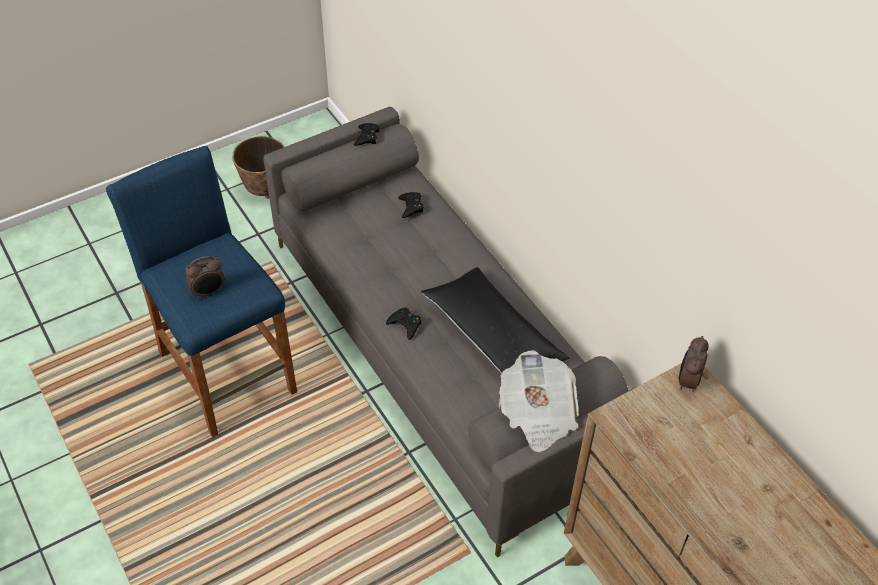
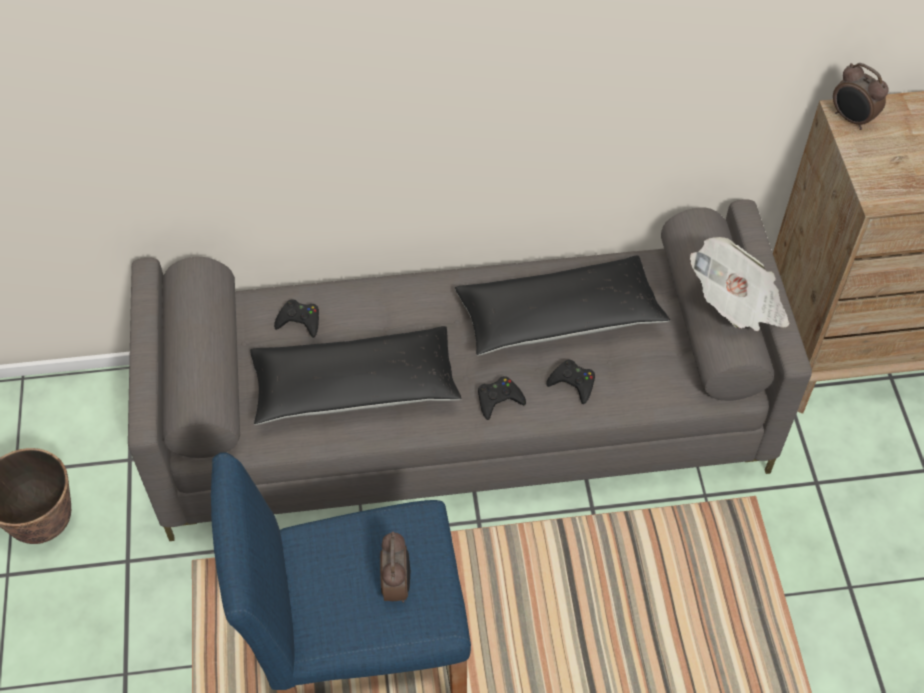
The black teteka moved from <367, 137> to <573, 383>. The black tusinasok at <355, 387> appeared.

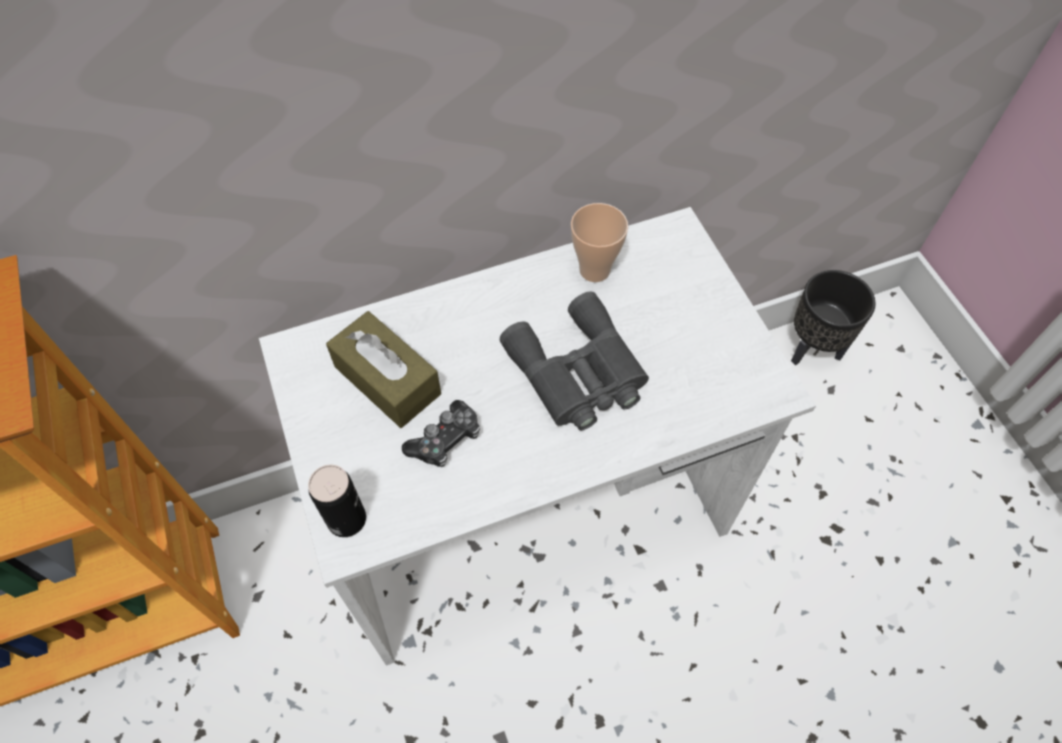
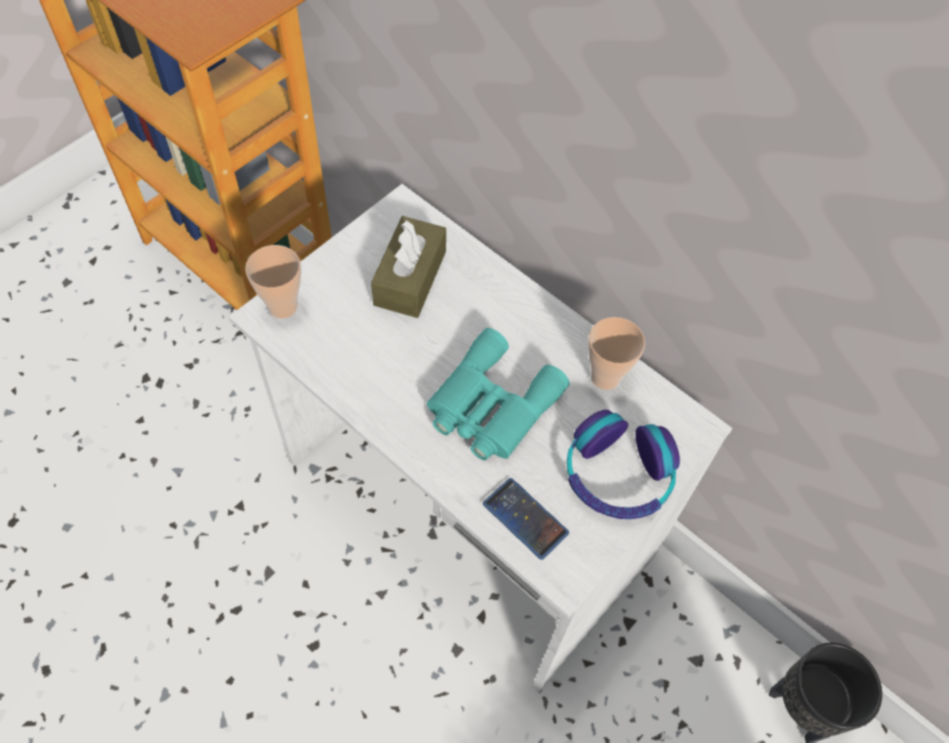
The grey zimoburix at <578, 374> became the turquoise zimoburix at <490, 406>. The teteka at <445, 440> disappeared. The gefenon at <346, 519> was replaced by the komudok at <282, 306>. The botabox at <617, 475> appeared. The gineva at <525, 518> appeared.

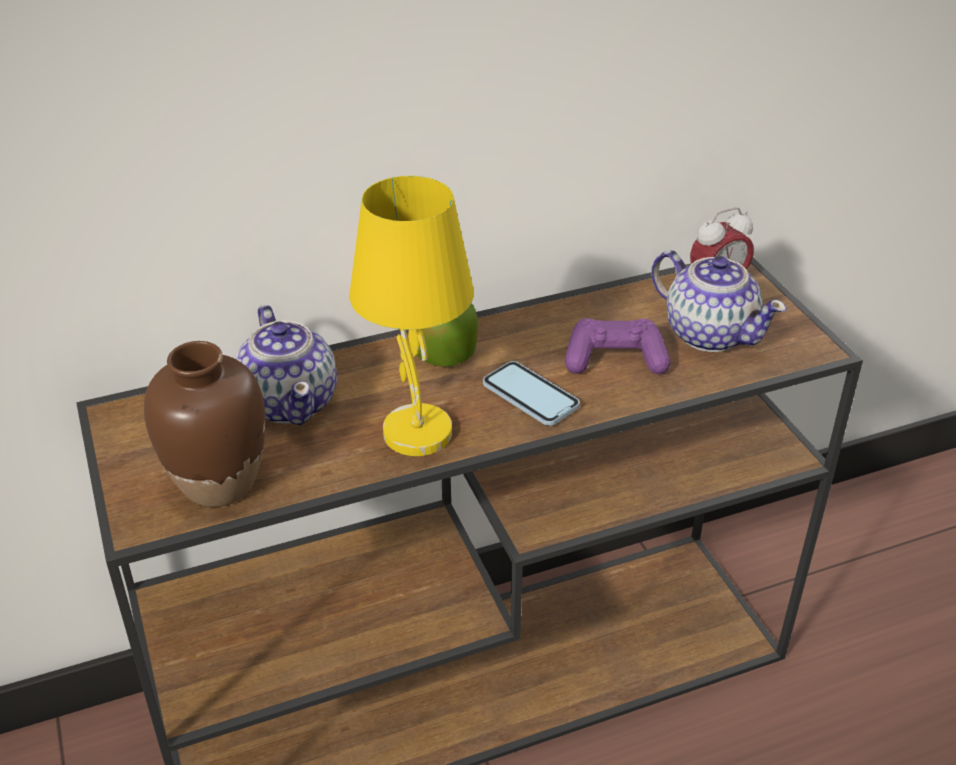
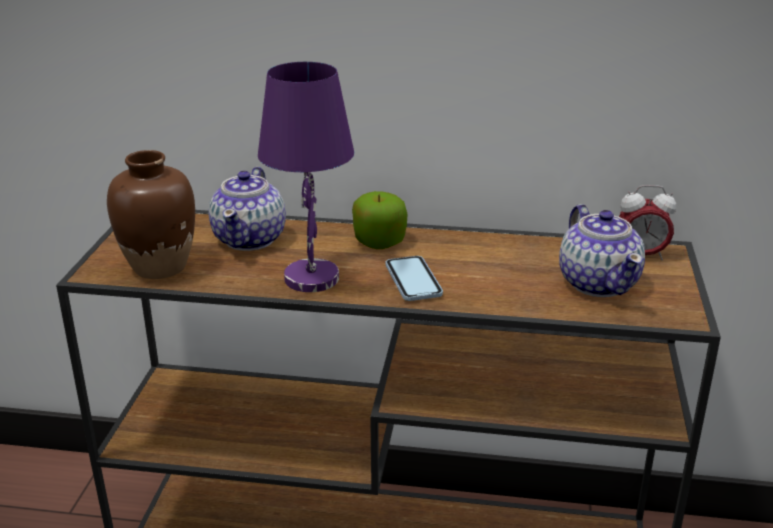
The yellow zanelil at <415, 432> became the purple zanelil at <311, 277>. The purple teteka at <615, 359> disappeared.

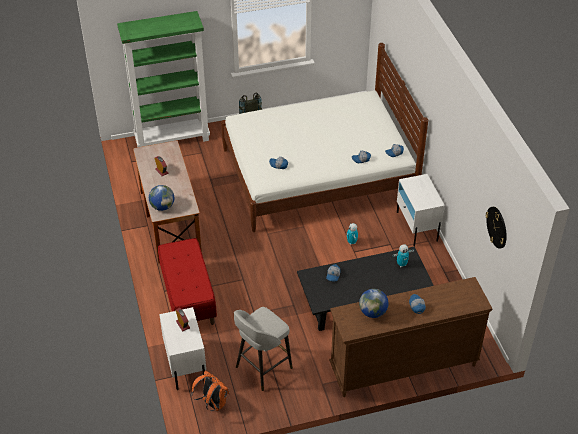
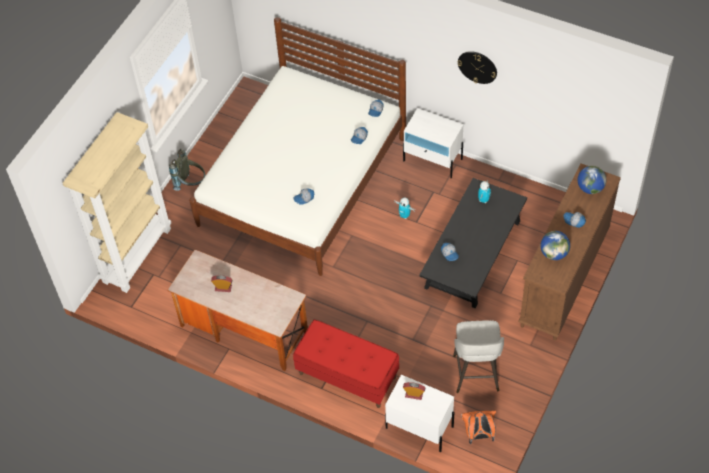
The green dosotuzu at <173, 139> became the beige dosotuzu at <137, 254>. The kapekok moved from <162, 206> to <590, 188>. The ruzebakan moved from <497, 227> to <477, 67>.

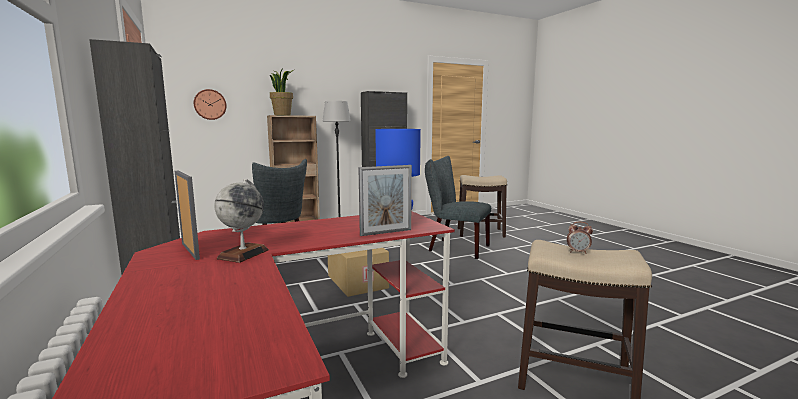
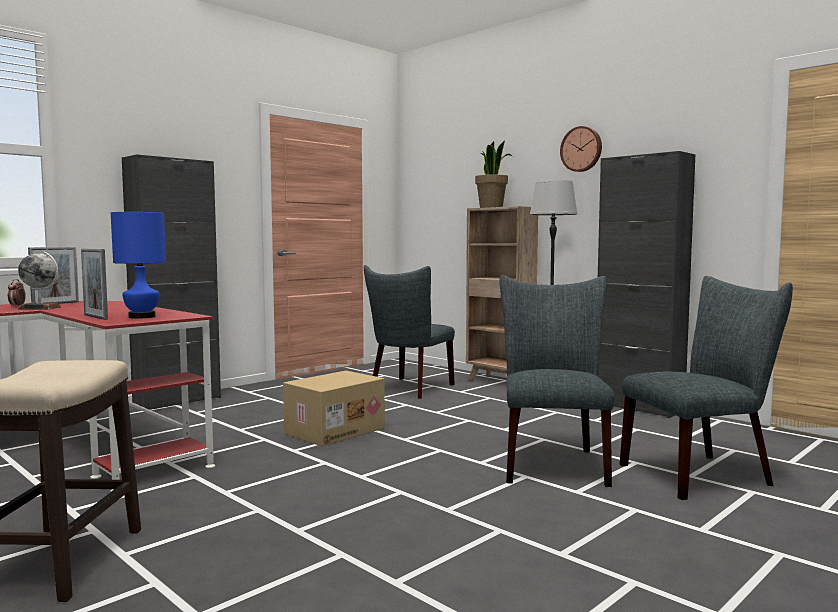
The ruzebakan moved from <210, 104> to <582, 149>. The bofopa at <481, 232> was replaced by the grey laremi at <703, 474>. The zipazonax moved from <578, 252> to <17, 306>.

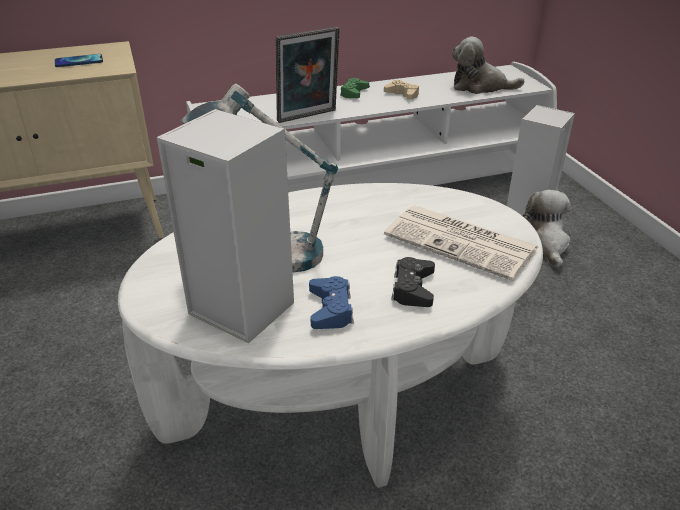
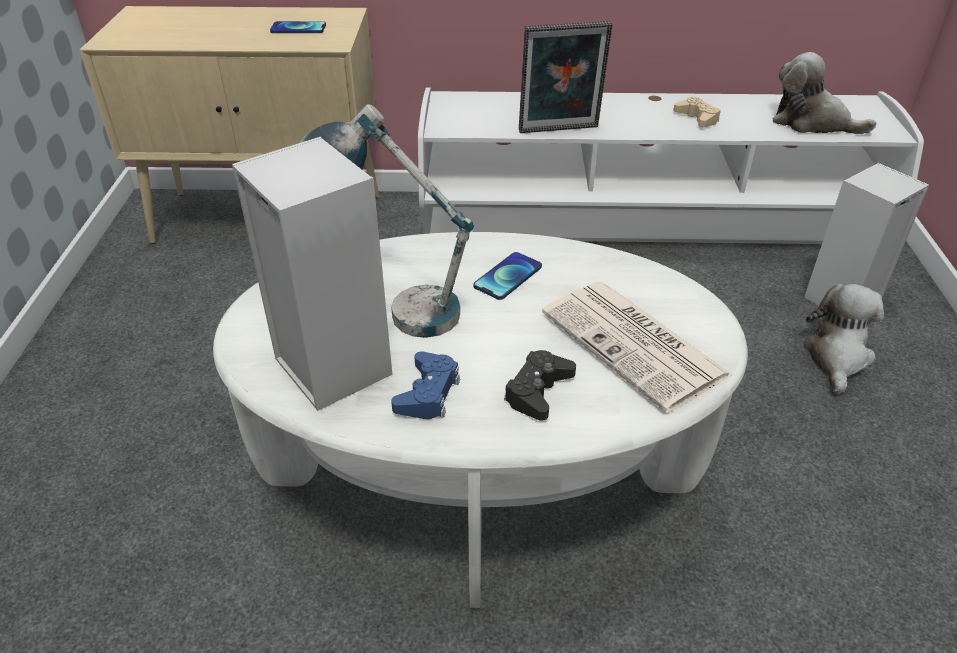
The green teteka at <354, 93> disappeared. The gineva at <508, 277> appeared.

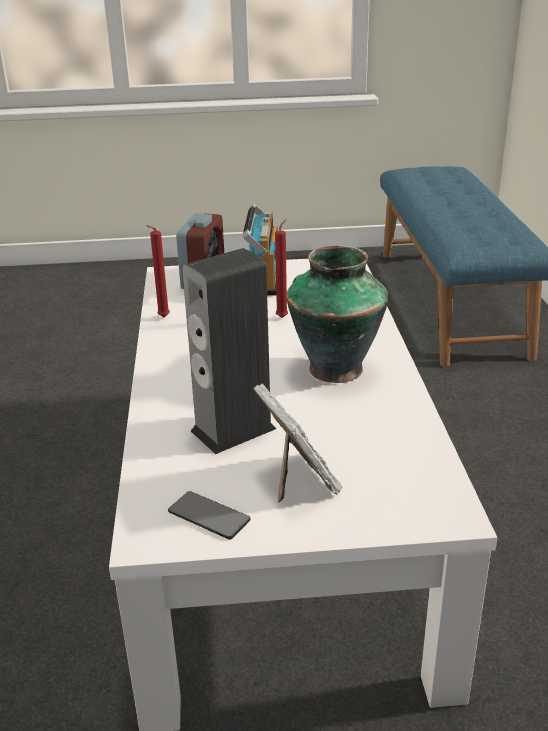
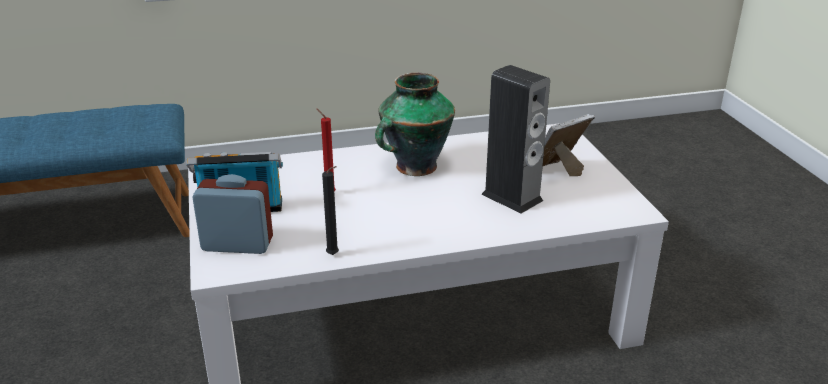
The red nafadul at <162, 318> became the black nafadul at <334, 255>. The gineva at <209, 516> disappeared.

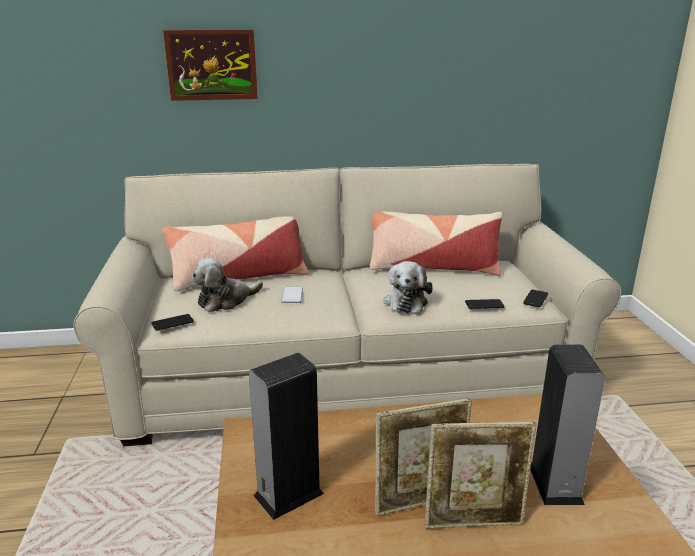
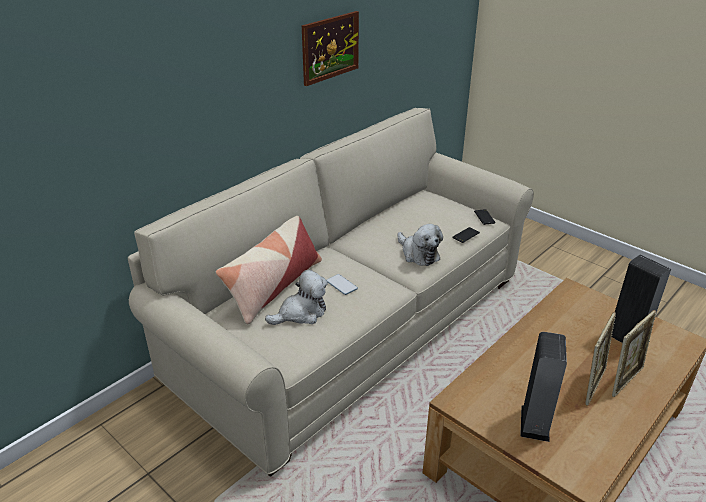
The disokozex moved from <212, 65> to <330, 47>. The tusinasok at <433, 267> disappeared. The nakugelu at <225, 301> turned 135 degrees counterclockwise. The gineva at <172, 323> disappeared.

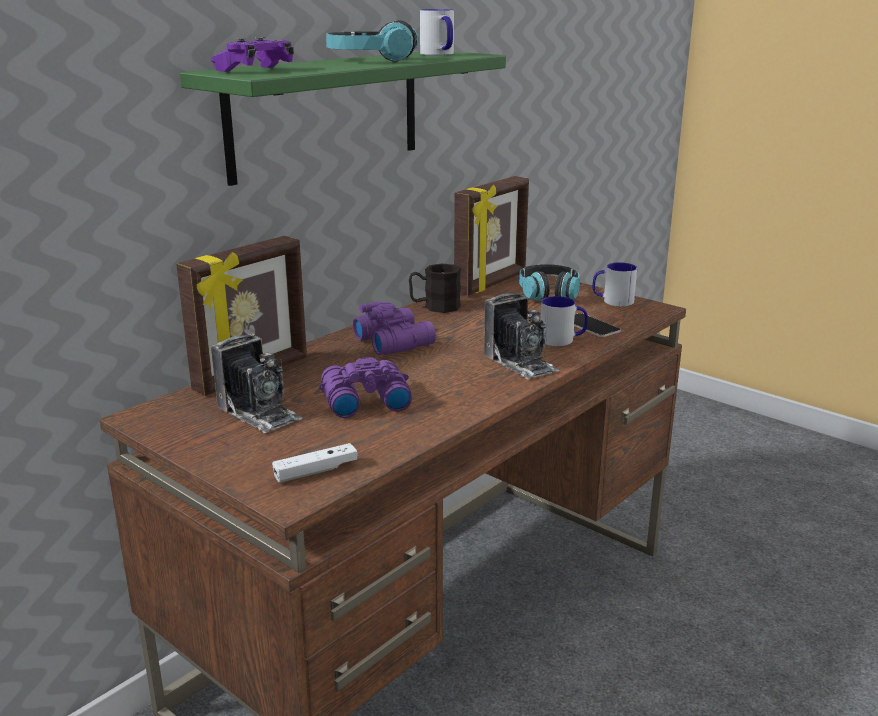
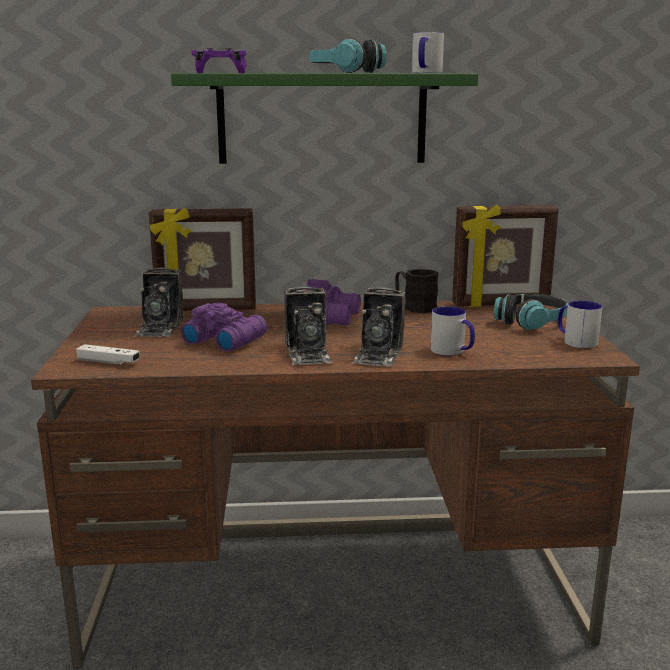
The gineva at <590, 326> disappeared. The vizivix at <308, 353> appeared.

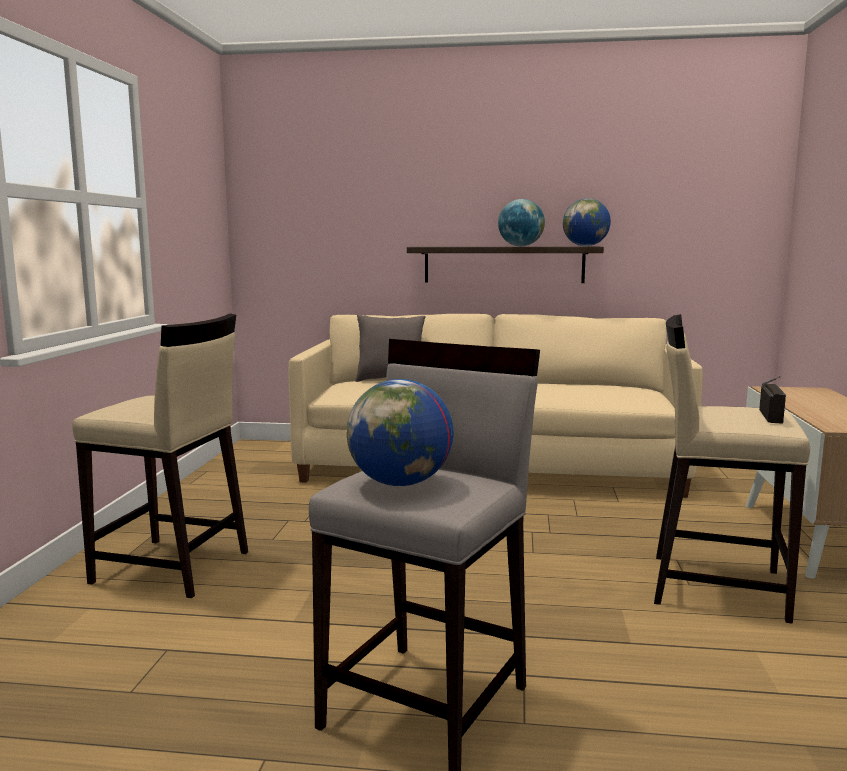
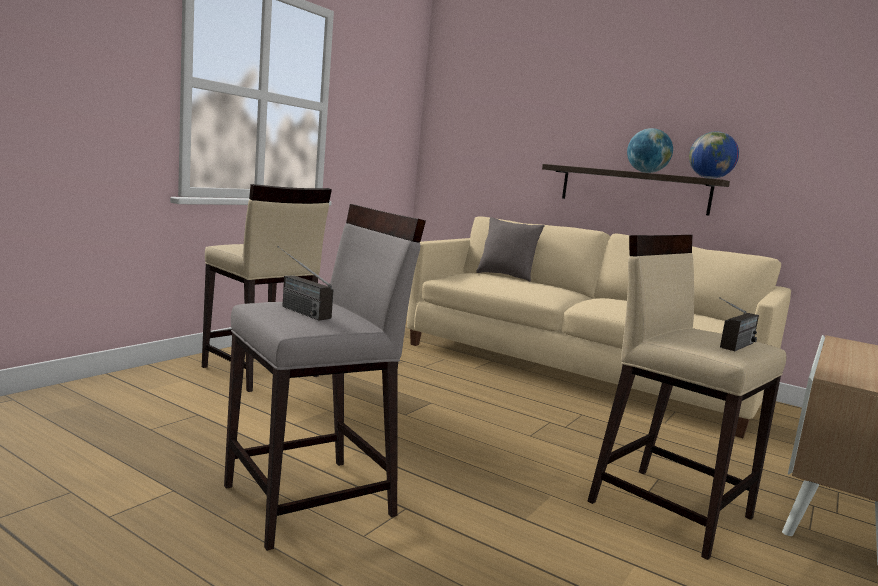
The kapekok at <400, 483> was replaced by the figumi at <294, 309>.

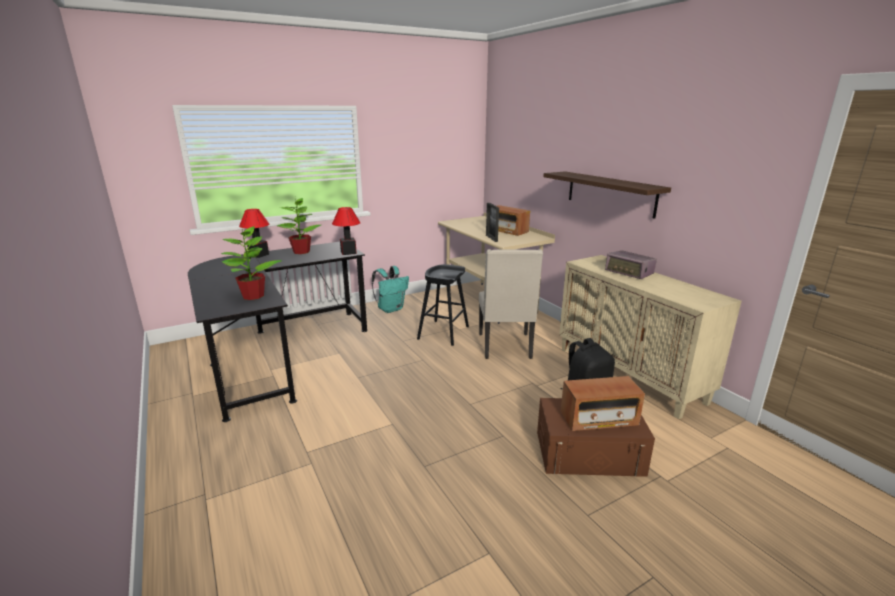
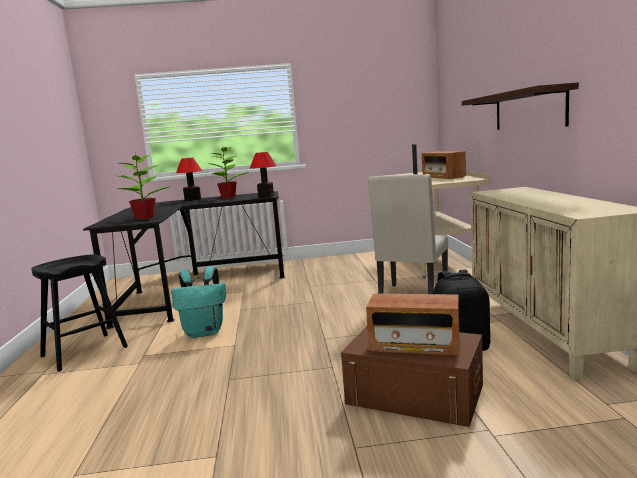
The figumi at <629, 273> disappeared. The black bofopa moved from <443, 333> to <84, 352>. The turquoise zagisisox moved from <391, 309> to <205, 332>.

